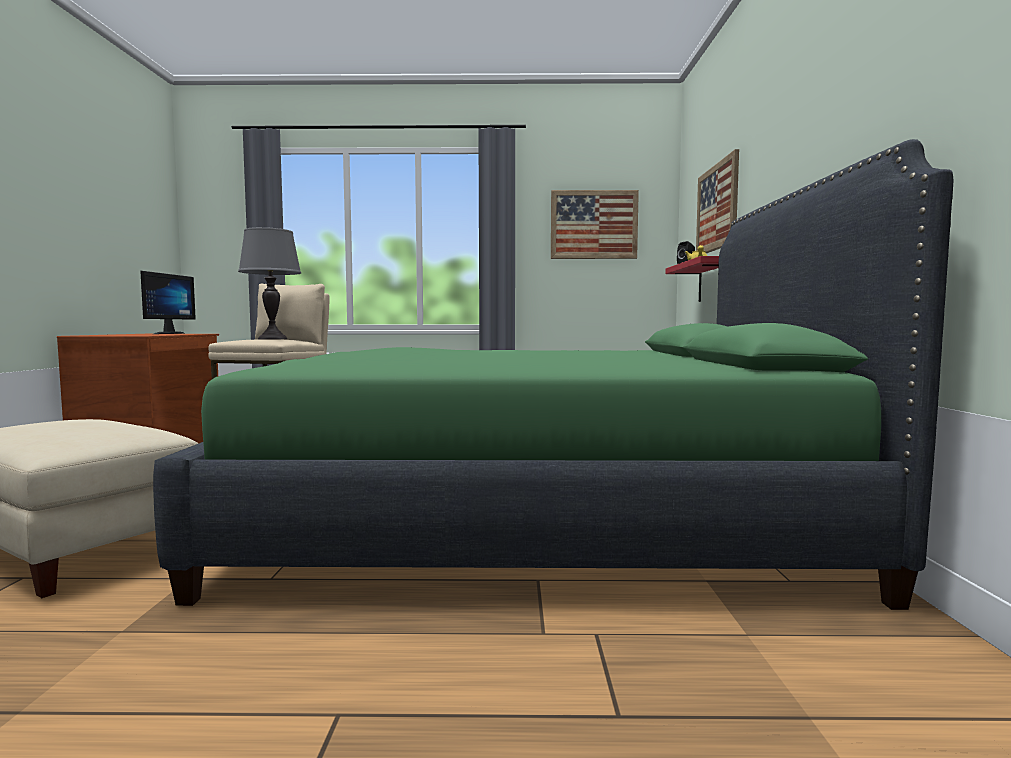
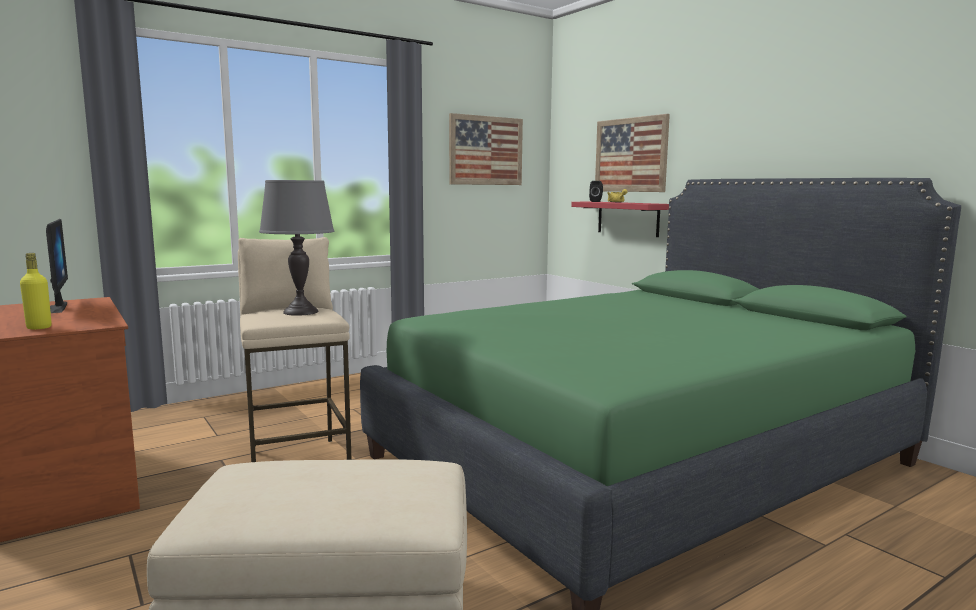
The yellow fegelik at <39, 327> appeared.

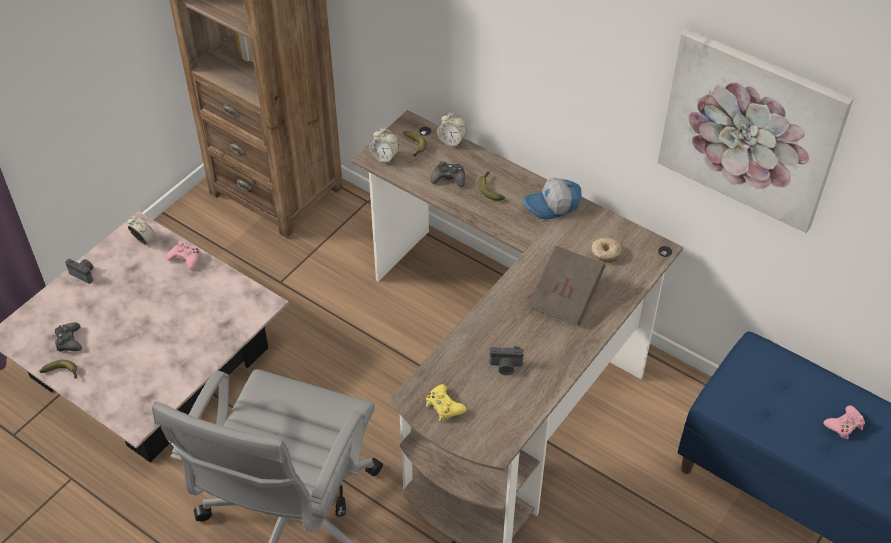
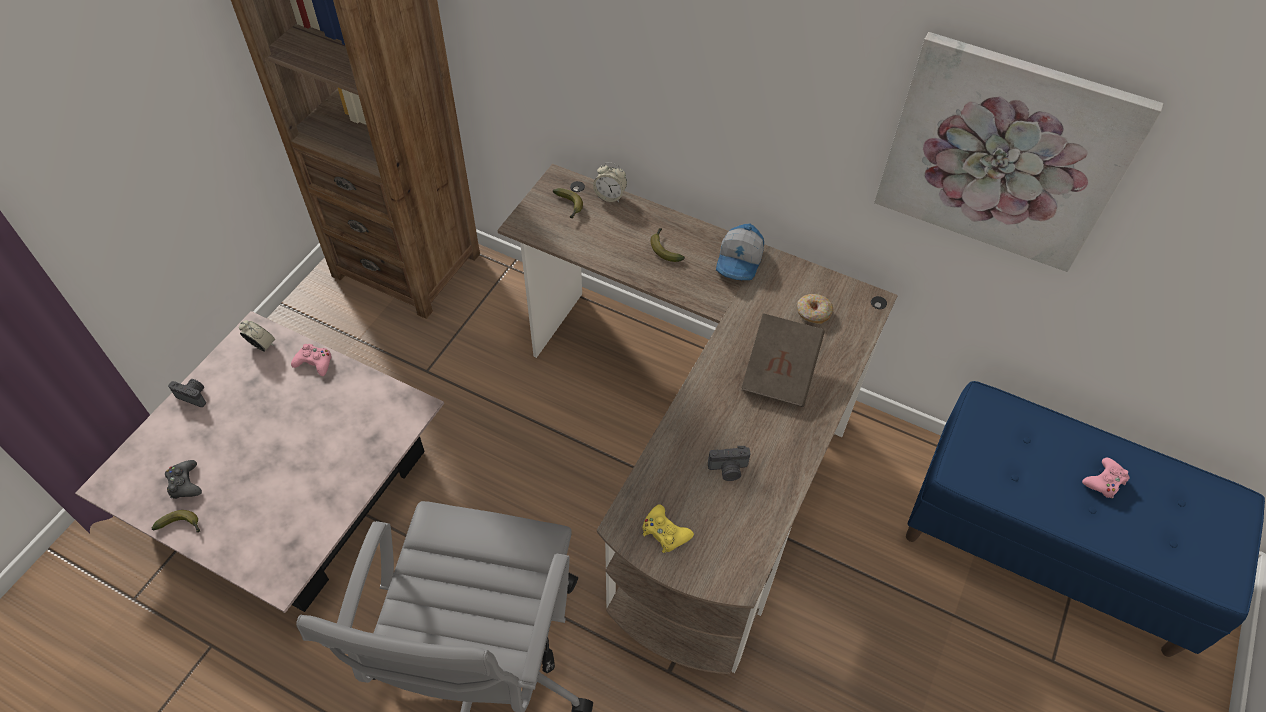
The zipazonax at <384, 157> disappeared. The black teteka at <449, 178> disappeared. The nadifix at <552, 206> turned 45 degrees counterclockwise.

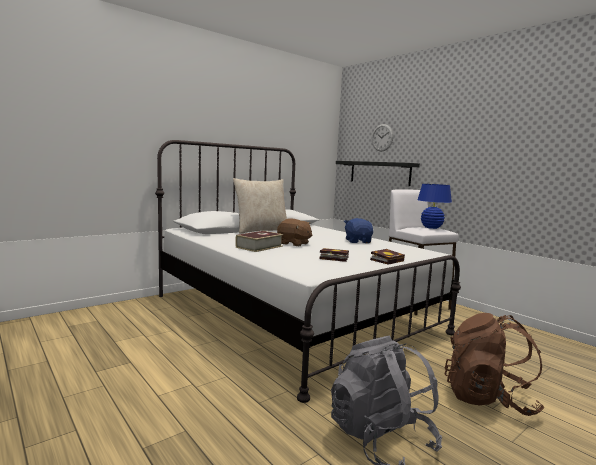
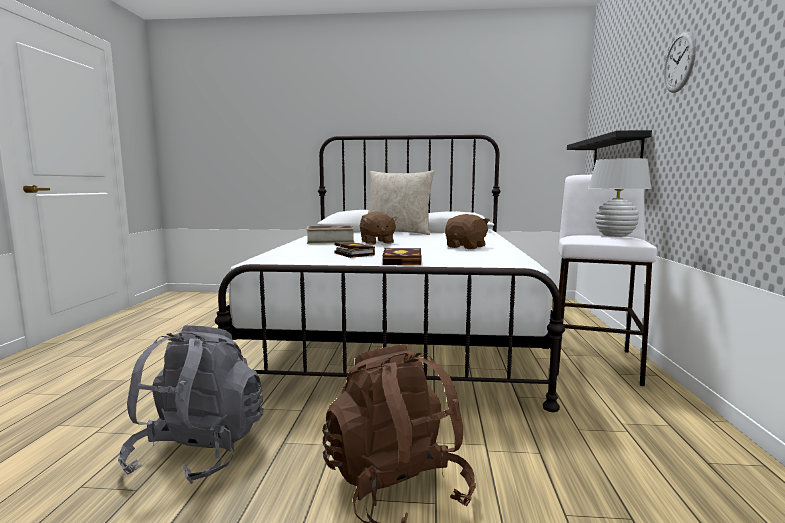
The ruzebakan moved from <382, 137> to <679, 62>. The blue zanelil at <431, 227> became the white zanelil at <615, 235>. The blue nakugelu at <358, 241> became the brown nakugelu at <466, 247>.

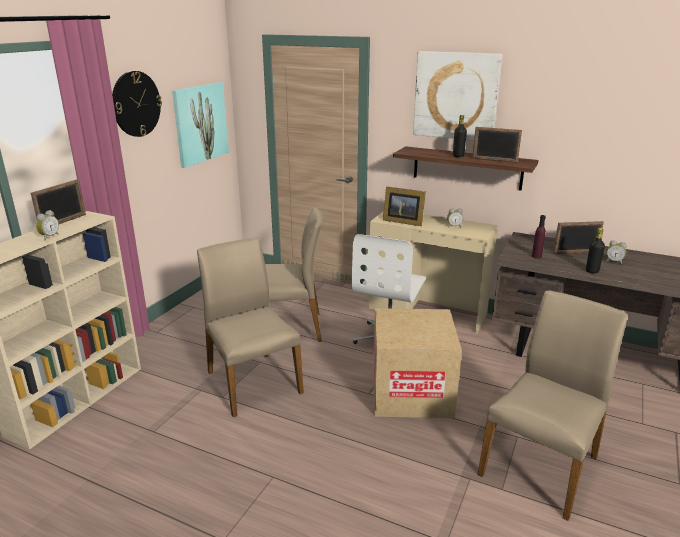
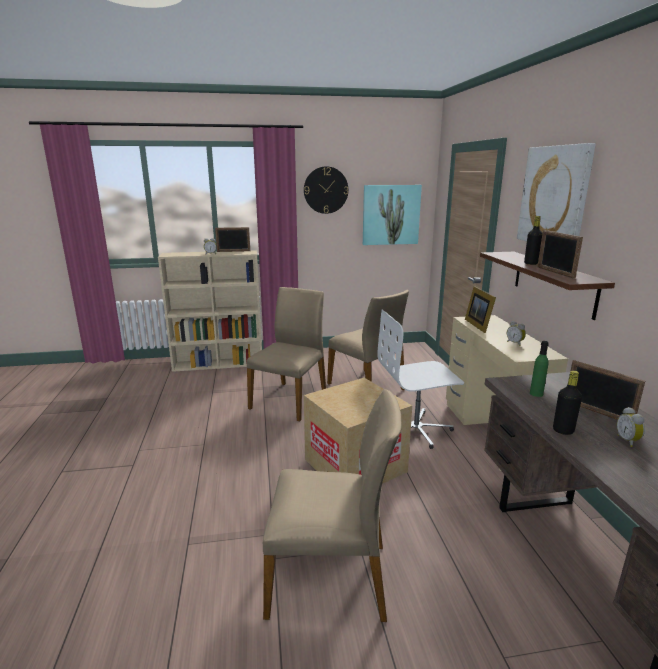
The purple fegelik at <536, 256> became the green fegelik at <536, 393>.

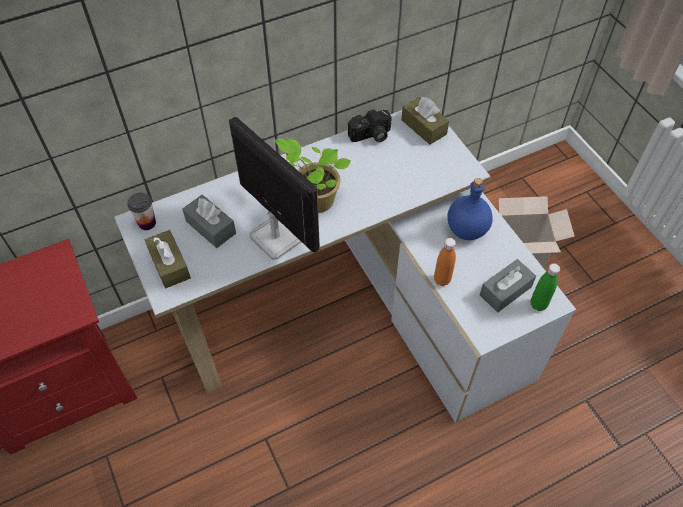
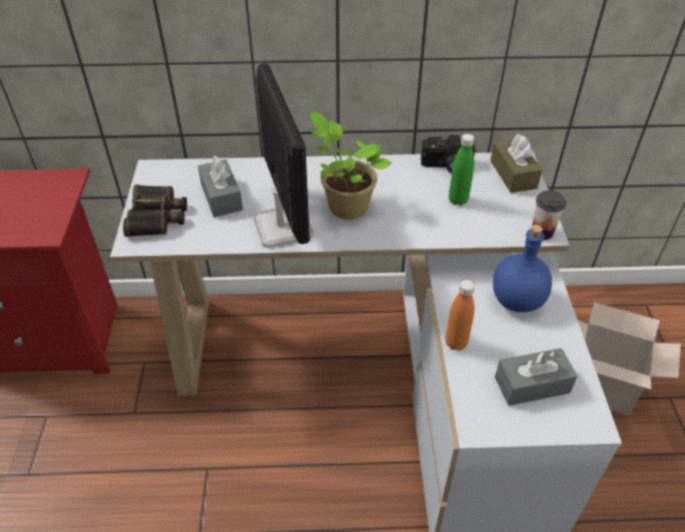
The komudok moved from <147, 223> to <542, 232>. The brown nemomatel at <169, 265> was replaced by the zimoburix at <157, 216>. The green fegelik moved from <538, 304> to <458, 200>.

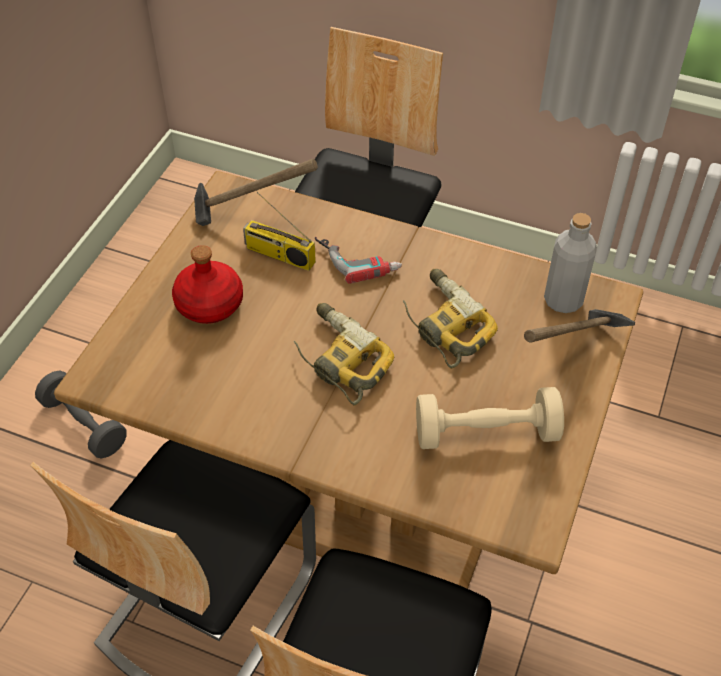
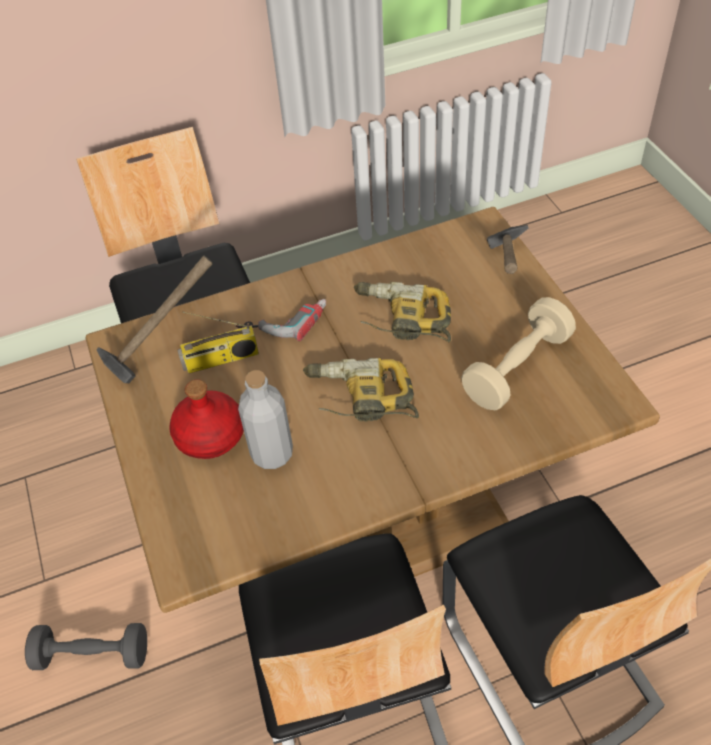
The grey fegelik moved from <563, 300> to <272, 453>.

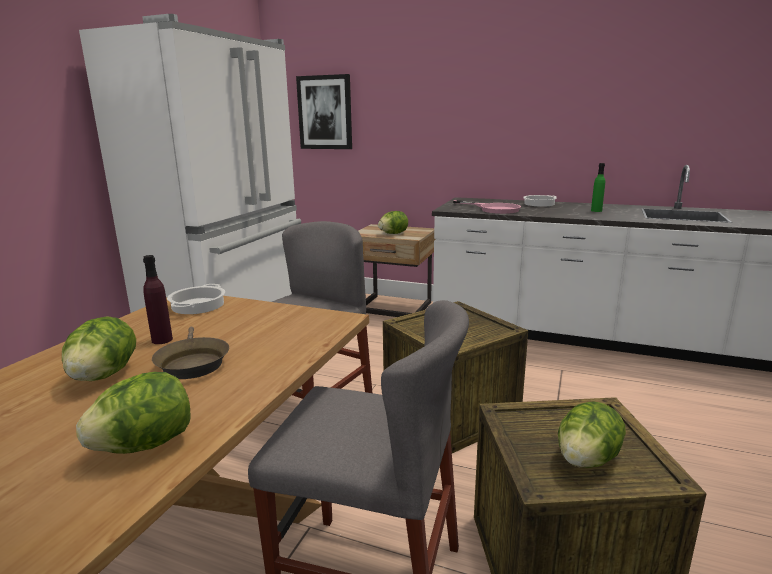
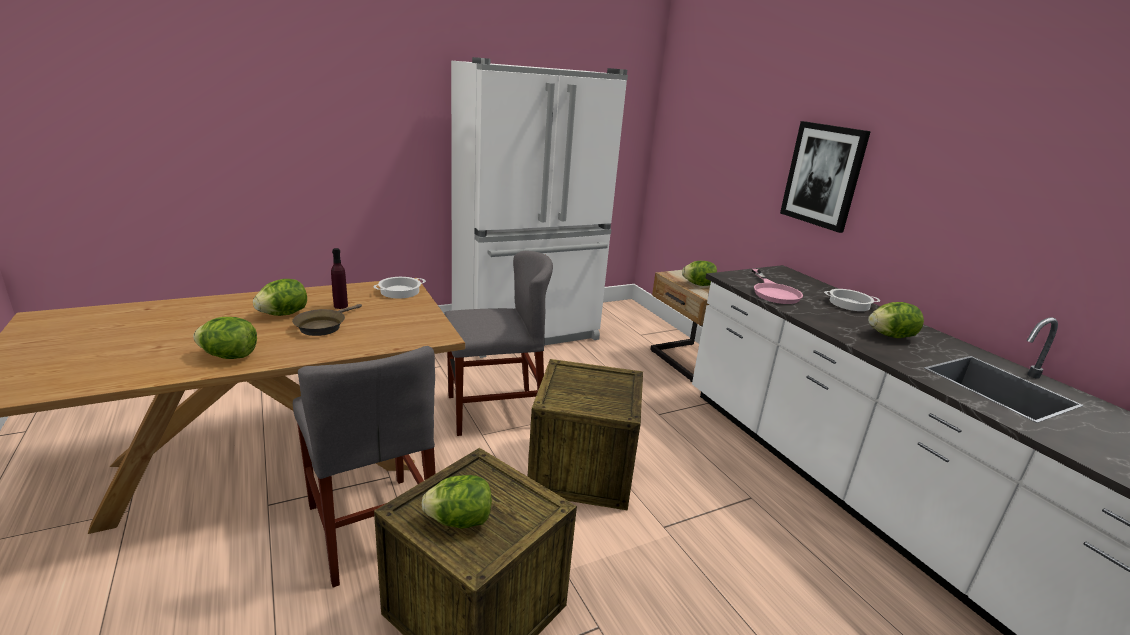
The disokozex moved from <325, 112> to <823, 175>. The green fegelik at <596, 211> was replaced by the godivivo at <890, 336>.

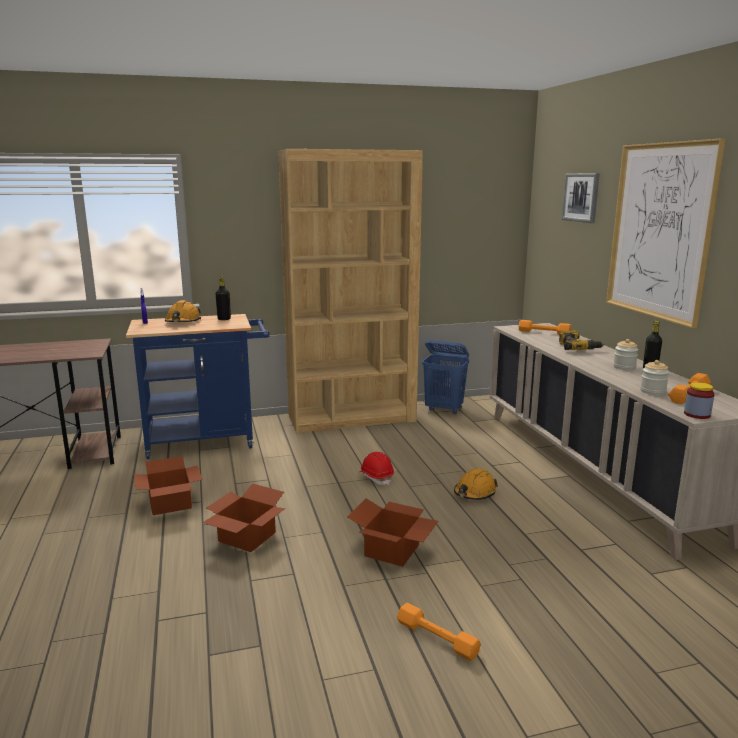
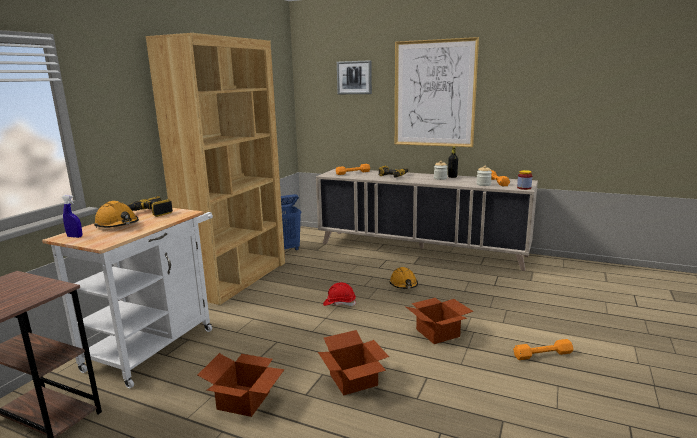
The black fegelik at <224, 319> was replaced by the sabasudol at <150, 213>. The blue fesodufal at <208, 441> became the white fesodufal at <156, 345>.

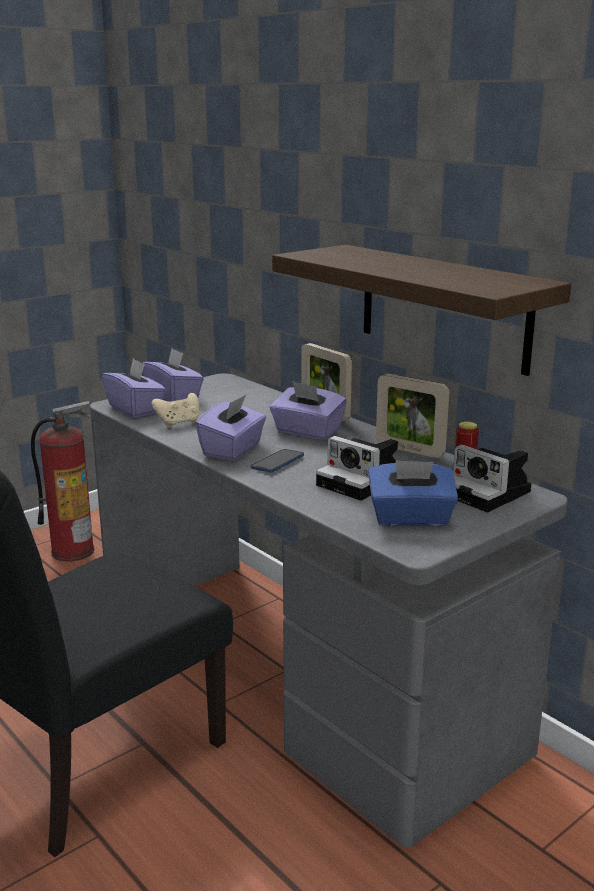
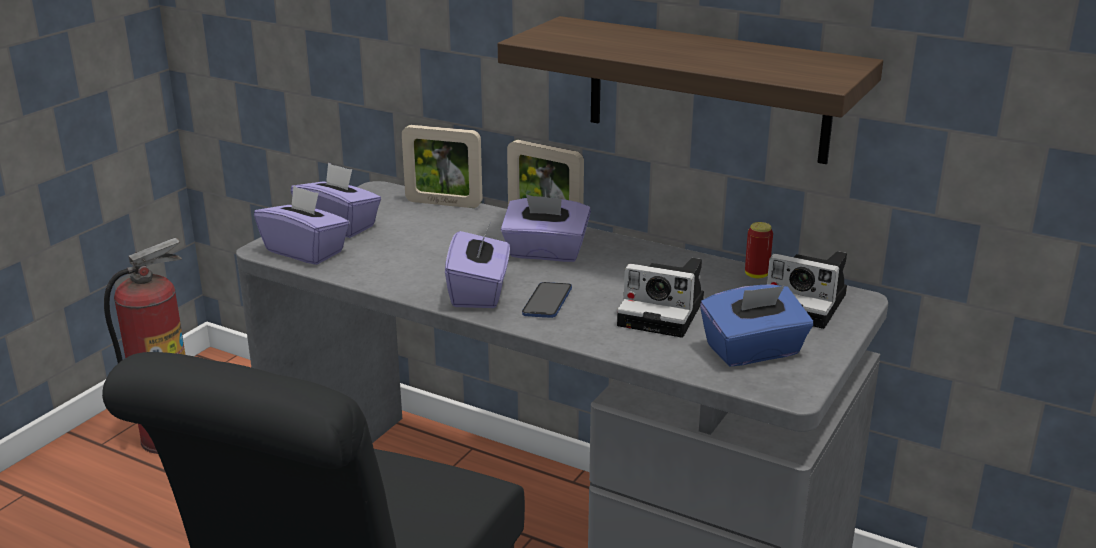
The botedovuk moved from <409, 450> to <443, 203>. The beige teteka at <178, 423> disappeared.

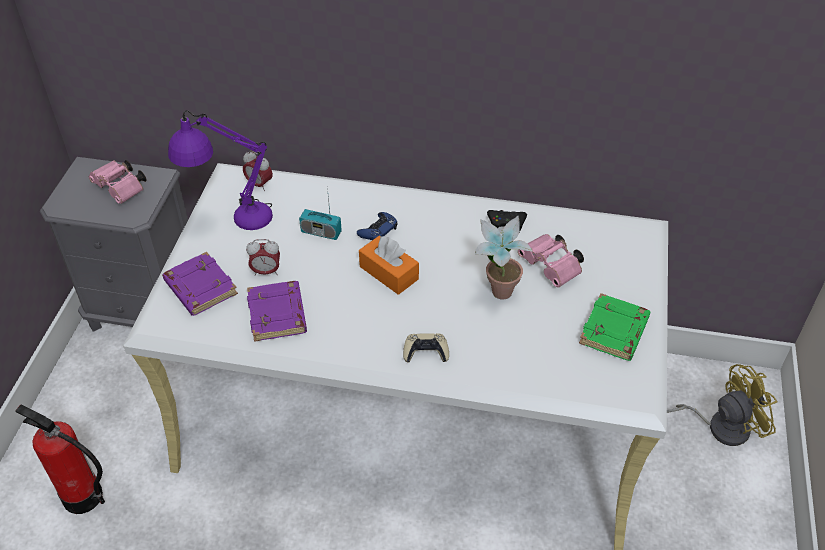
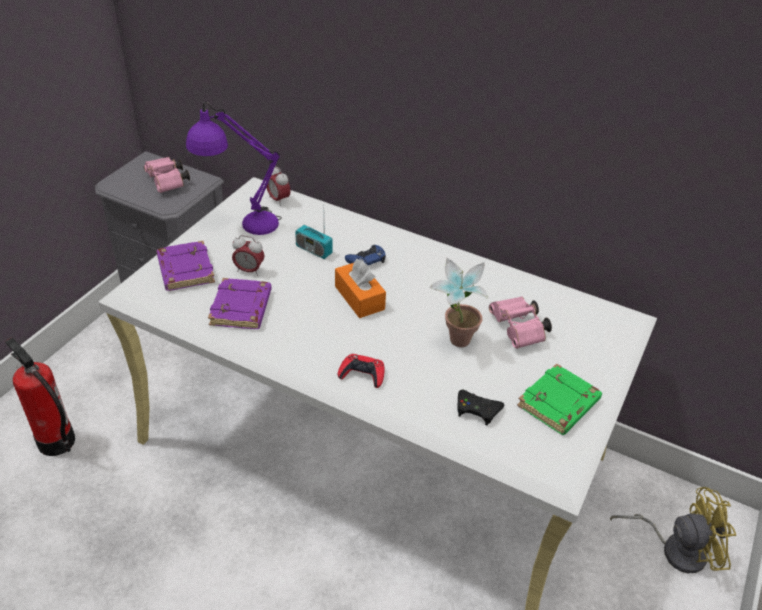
The black teteka moved from <506, 223> to <477, 409>. The beige teteka at <426, 351> became the red teteka at <362, 374>.

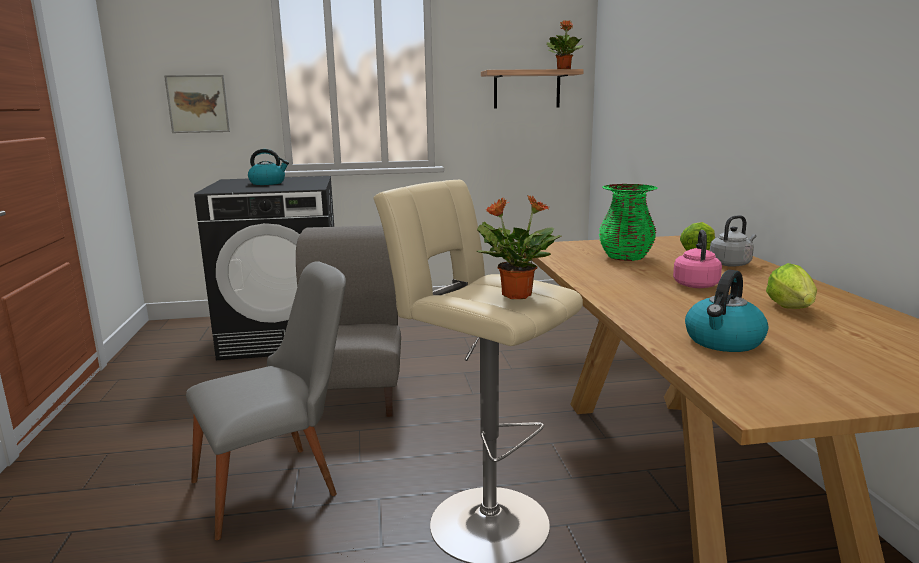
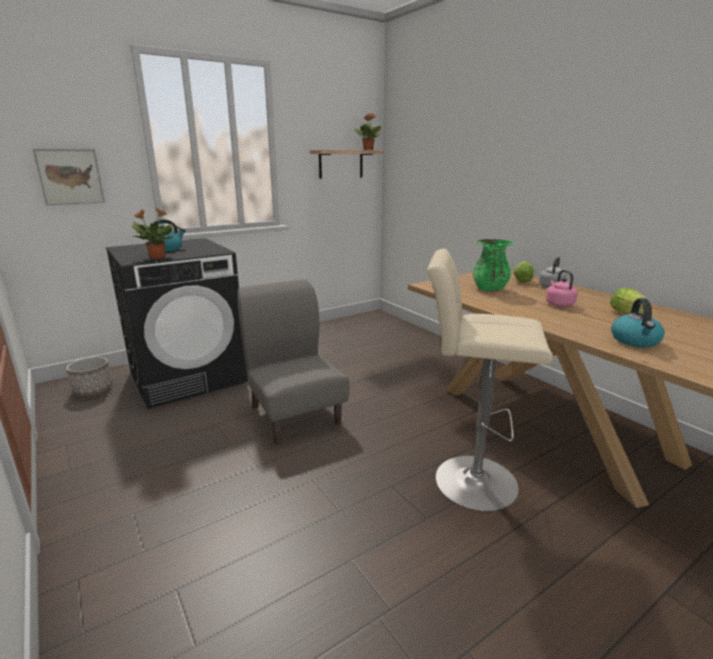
The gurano moved from <515, 295> to <157, 257>. The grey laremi at <279, 485> disappeared. The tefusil at <93, 390> appeared.

